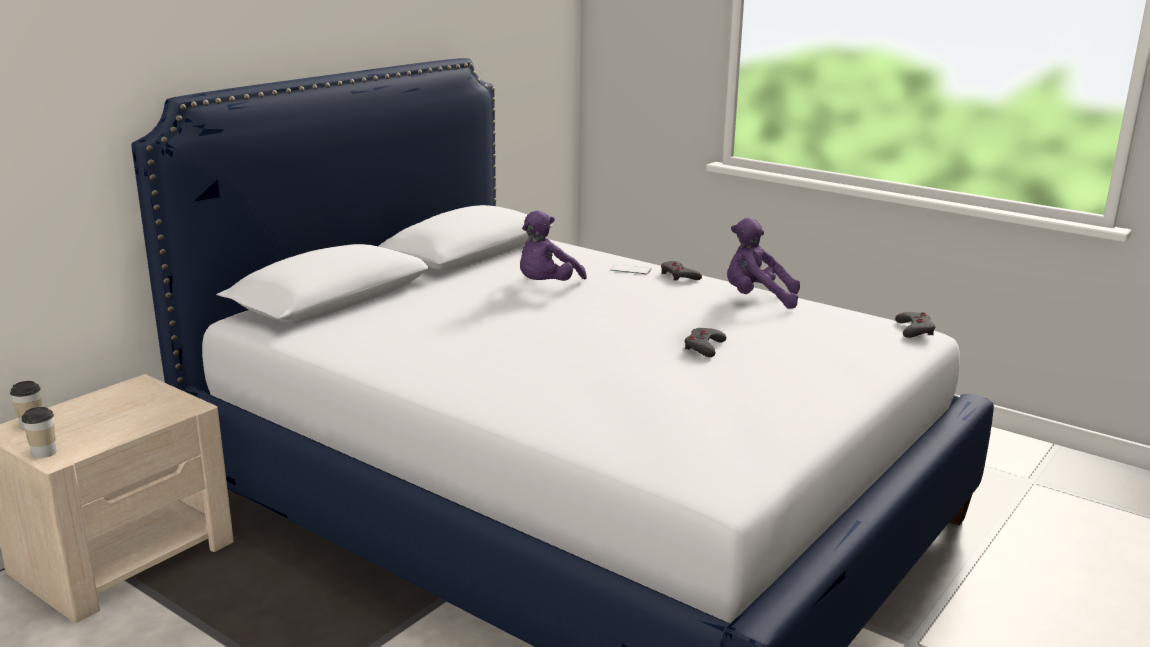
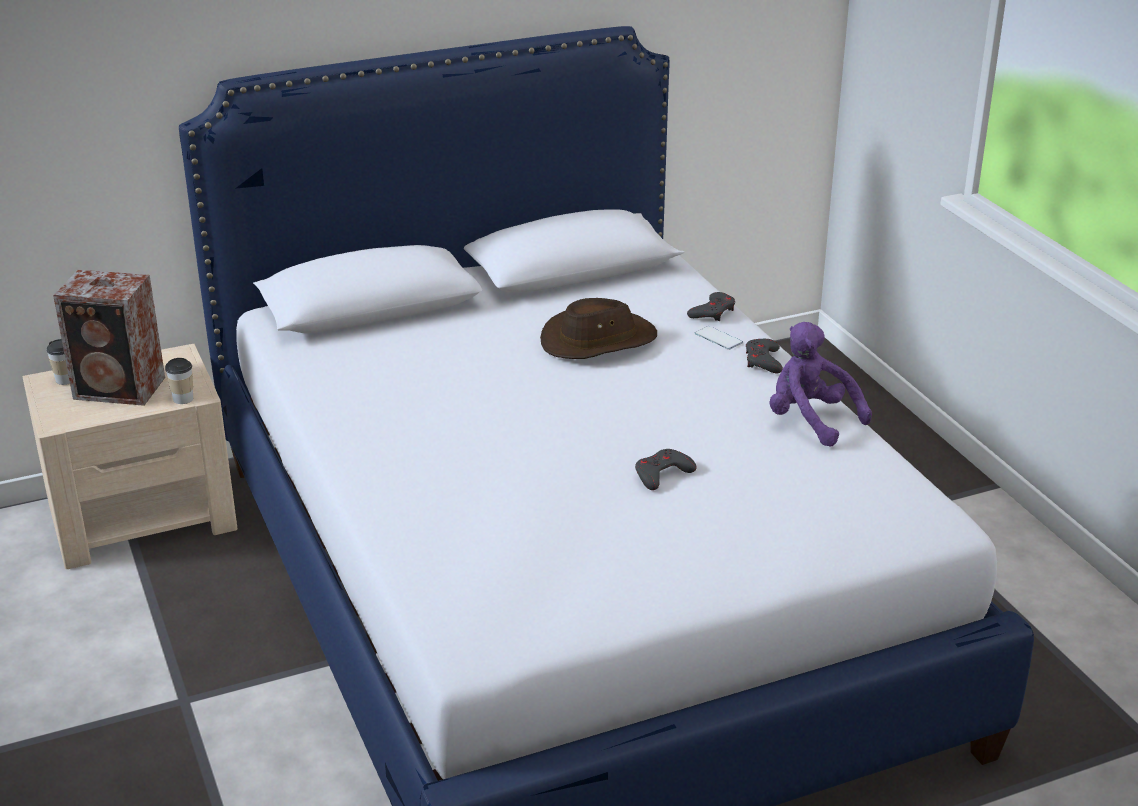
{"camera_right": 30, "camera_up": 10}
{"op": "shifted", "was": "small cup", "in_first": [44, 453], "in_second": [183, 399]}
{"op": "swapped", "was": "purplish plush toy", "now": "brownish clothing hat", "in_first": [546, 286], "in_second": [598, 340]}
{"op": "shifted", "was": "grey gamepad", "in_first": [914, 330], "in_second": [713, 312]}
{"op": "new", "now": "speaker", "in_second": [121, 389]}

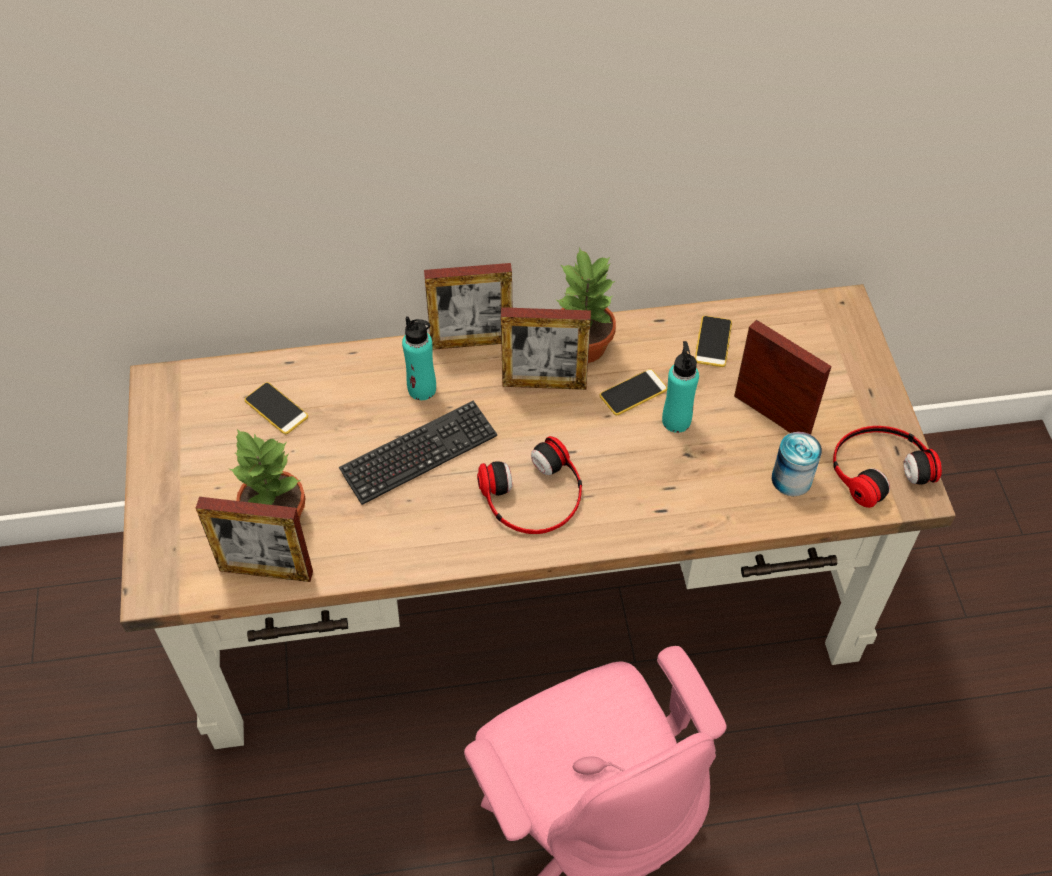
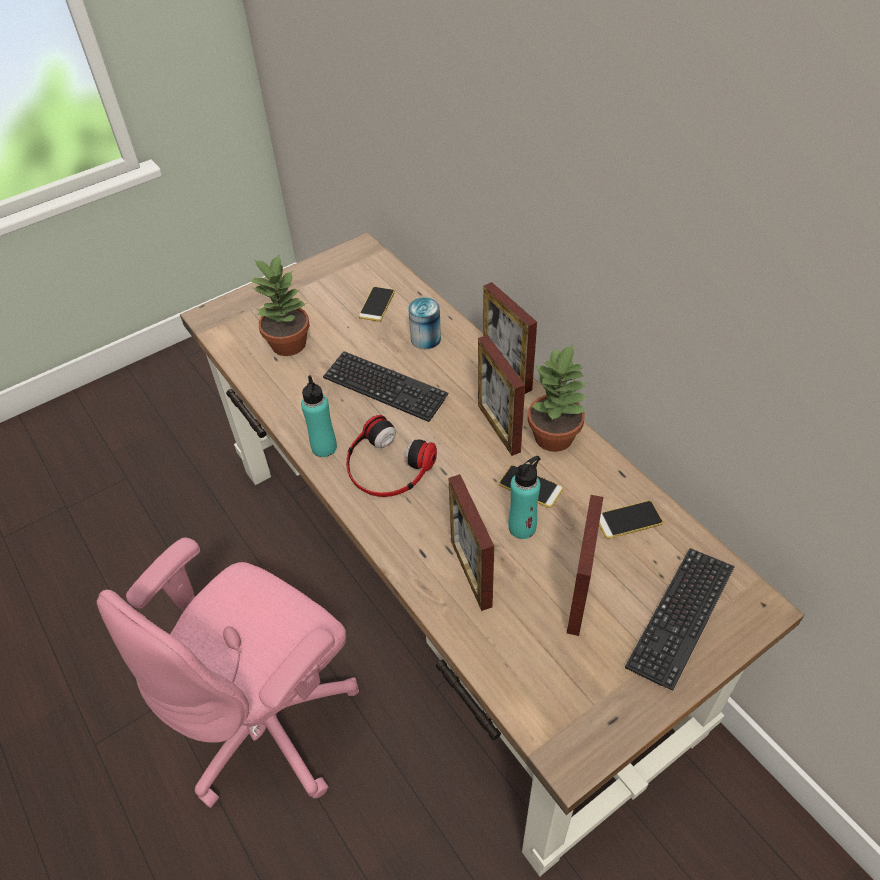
{"camera_right": 65, "camera_up": -5}
{"op": "shifted", "was": "picture frame", "in_first": [266, 571], "in_second": [471, 573]}
{"op": "shifted", "was": "turquoise drink bottle", "in_first": [422, 389], "in_second": [324, 447]}
{"op": "shifted", "was": "can", "in_first": [791, 479], "in_second": [425, 338]}
{"op": "gone", "was": "headset", "in_first": [878, 467]}
{"op": "new", "now": "computer keyboard", "in_second": [680, 617]}

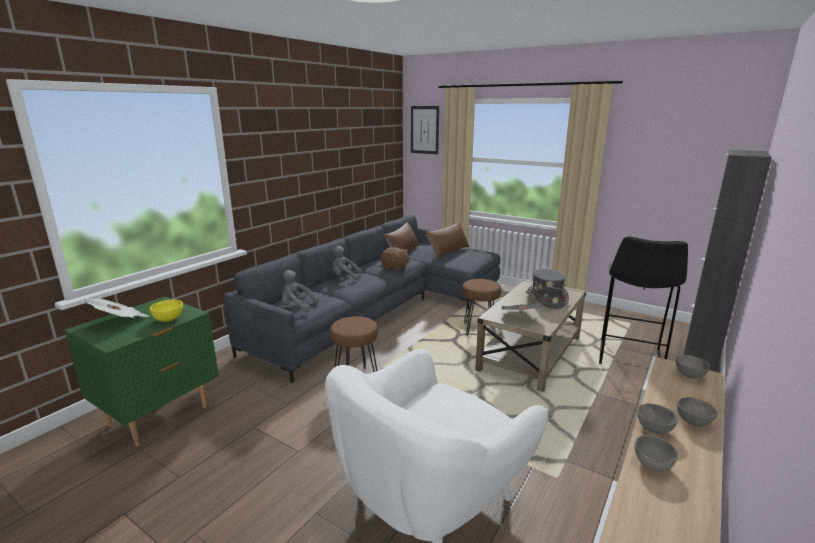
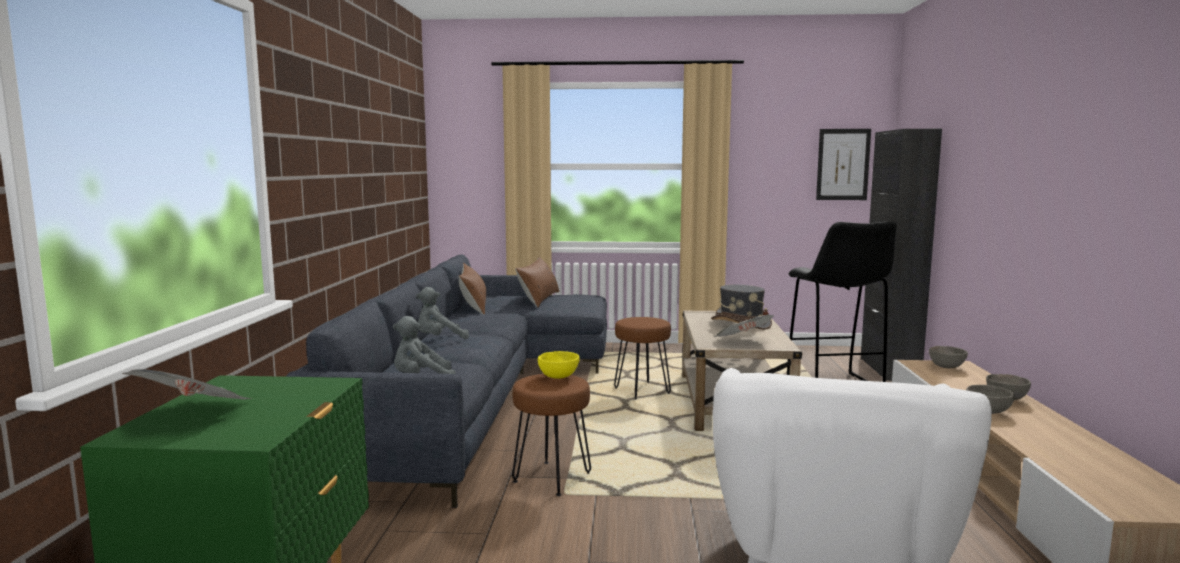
{"camera_right": -30, "camera_up": -10}
{"op": "shifted", "was": "yellow deep dish", "in_first": [169, 319], "in_second": [558, 377]}
{"op": "gone", "was": "brownish plush toy", "in_first": [395, 267]}
{"op": "shifted", "was": "picture", "in_first": [424, 130], "in_second": [843, 164]}
{"op": "gone", "was": "grey deep dish", "in_first": [651, 464]}

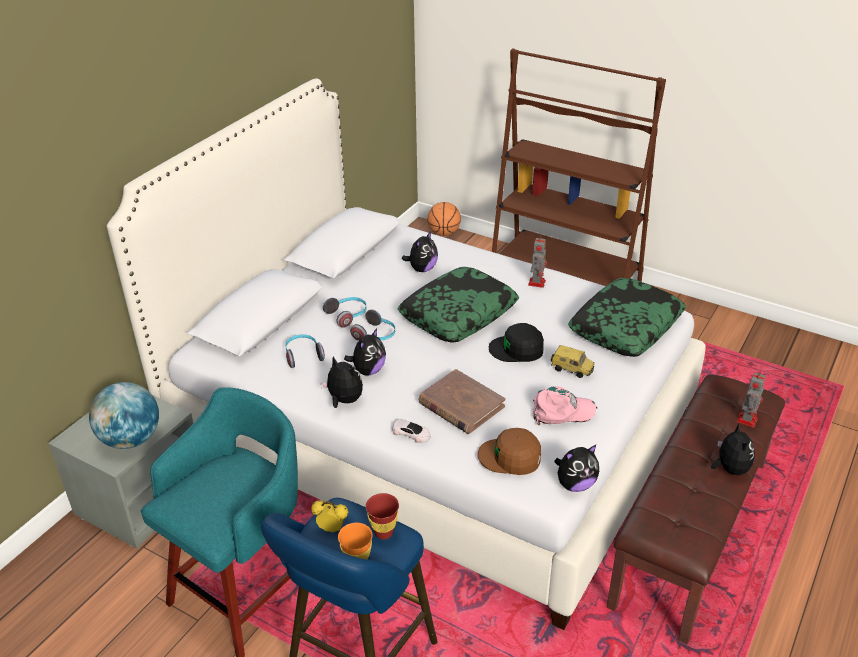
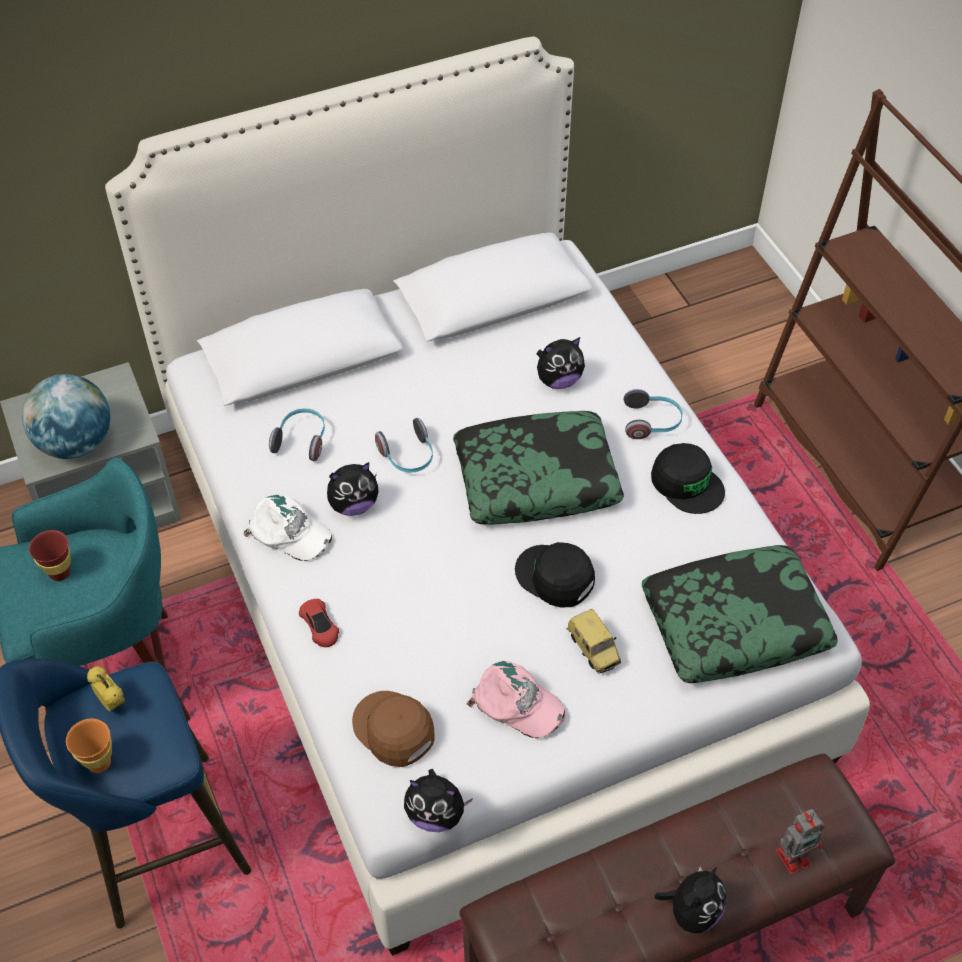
{"camera_right": 35, "camera_up": 15}
{"op": "swapped", "was": "plush toy", "now": "white-coloured baseball cap", "in_first": [344, 400], "in_second": [289, 533]}
{"op": "shifted", "was": "headset", "in_first": [347, 316], "in_second": [652, 422]}
{"op": "shifted", "was": "red small cup", "in_first": [383, 533], "in_second": [59, 572]}
{"op": "repainted", "was": "white-coloured toy car", "now": "red toy car", "in_first": [411, 433], "in_second": [319, 625]}
{"op": "gone", "was": "brownish volume", "in_first": [461, 405]}
{"op": "gone", "was": "basketball ball", "in_first": [444, 233]}
{"op": "swapped", "was": "model robot", "now": "black-coloured baseball cap", "in_first": [537, 282], "in_second": [687, 483]}

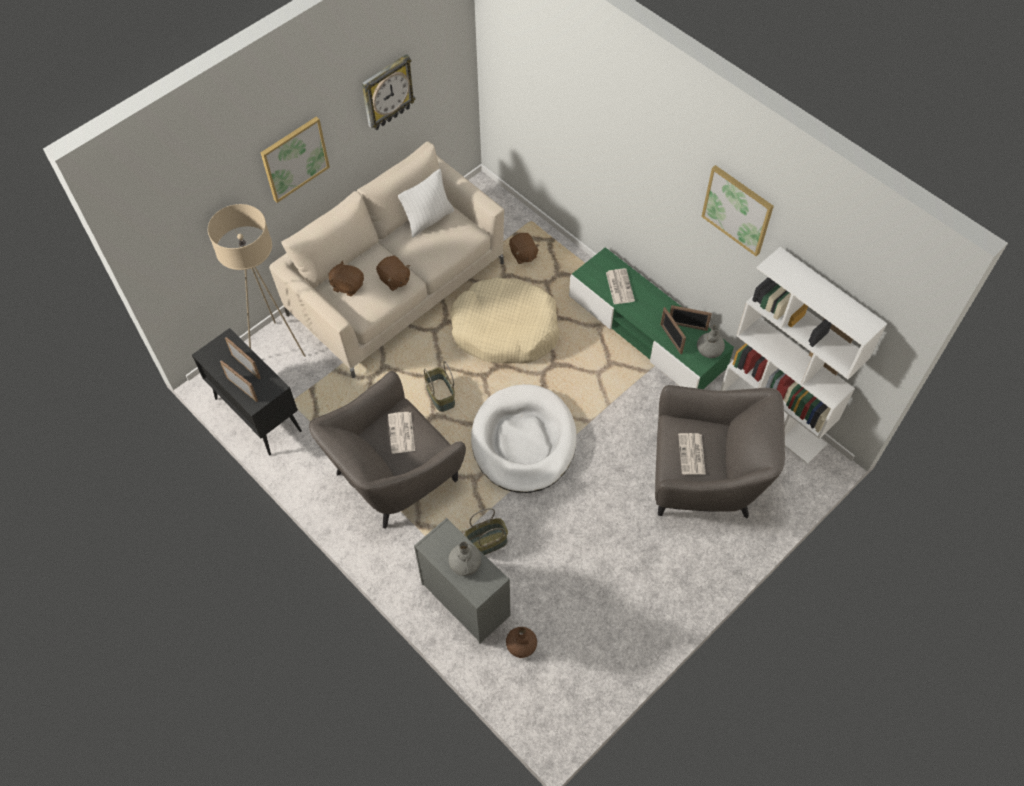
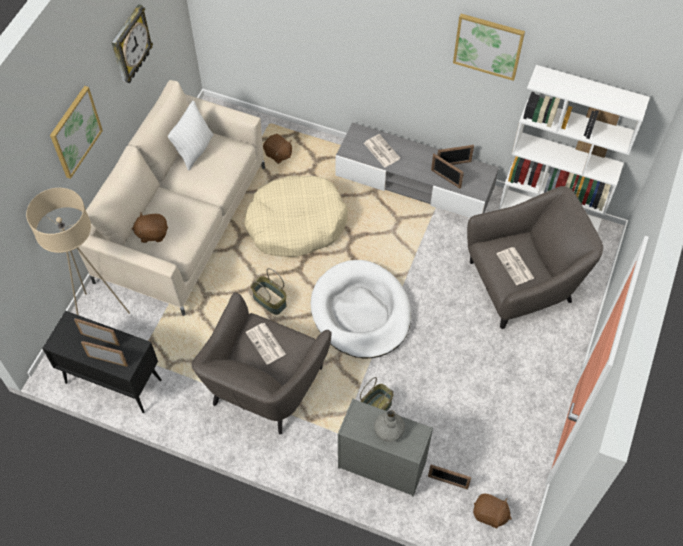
{"camera_right": -25, "camera_up": 0}
{"op": "shifted", "was": "brownish plush toy", "in_first": [394, 280], "in_second": [490, 514]}
{"op": "swapped", "was": "brownish decorative vase", "now": "picture frame", "in_first": [521, 644], "in_second": [447, 482]}
{"op": "repainted", "was": "greenish media console", "now": "grey media console", "in_first": [646, 332], "in_second": [414, 182]}
{"op": "gone", "was": "grey decorative vase", "in_first": [709, 349]}

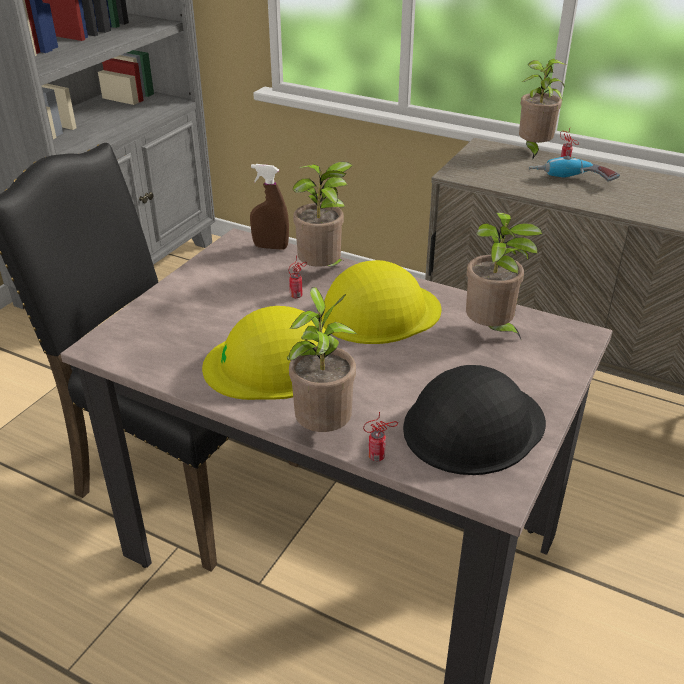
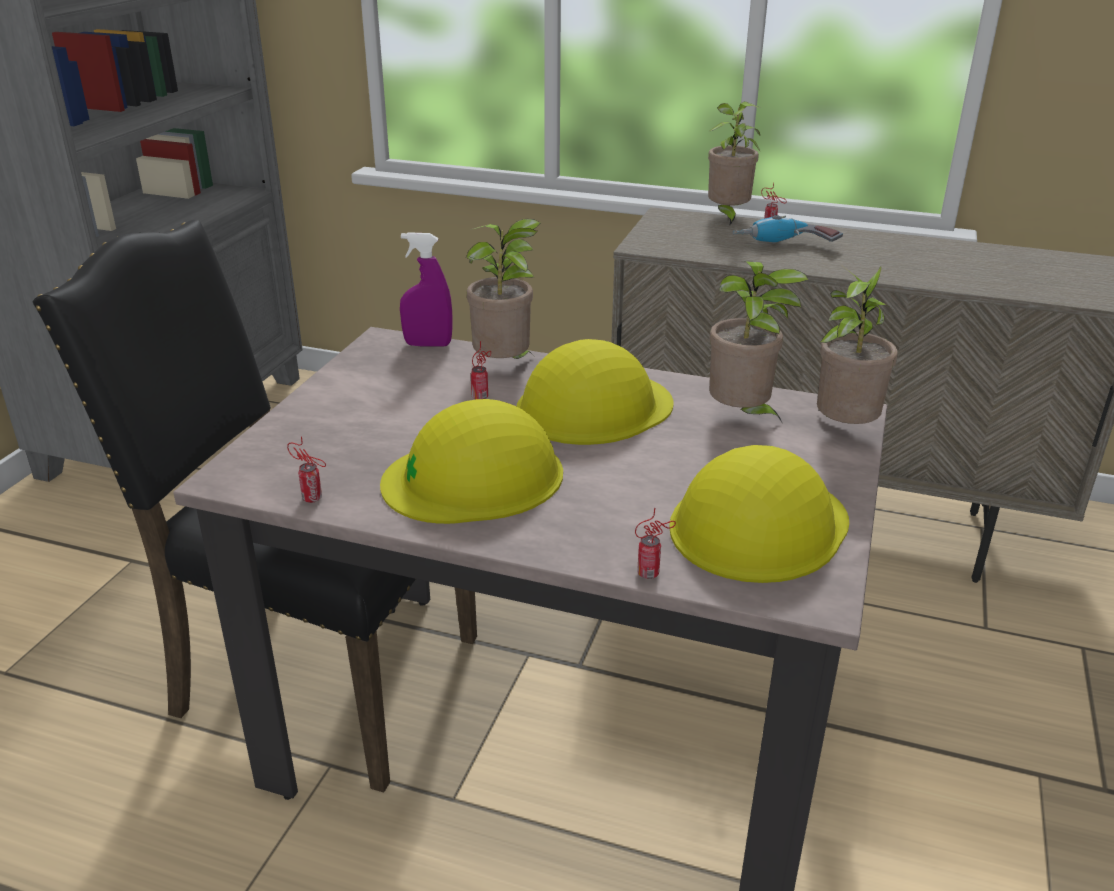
{"camera_right": -10, "camera_up": -5}
{"op": "repainted", "was": "brownish hand sprayer", "now": "purplish hand sprayer", "in_first": [270, 247], "in_second": [428, 344]}
{"op": "shifted", "was": "houseplant", "in_first": [323, 429], "in_second": [842, 430]}
{"op": "repainted", "was": "black-coloured safety helmet", "now": "yellow safety helmet", "in_first": [473, 425], "in_second": [758, 525]}
{"op": "new", "now": "can", "in_second": [314, 499]}

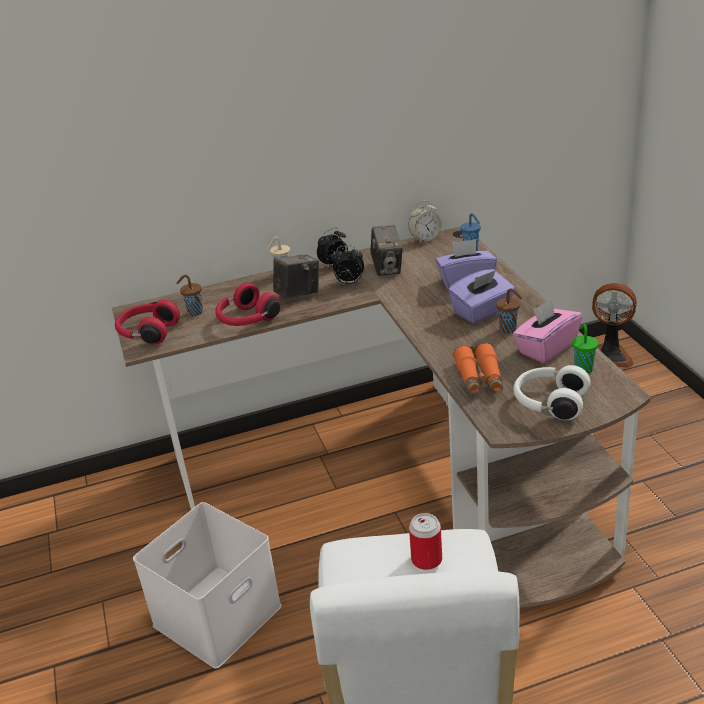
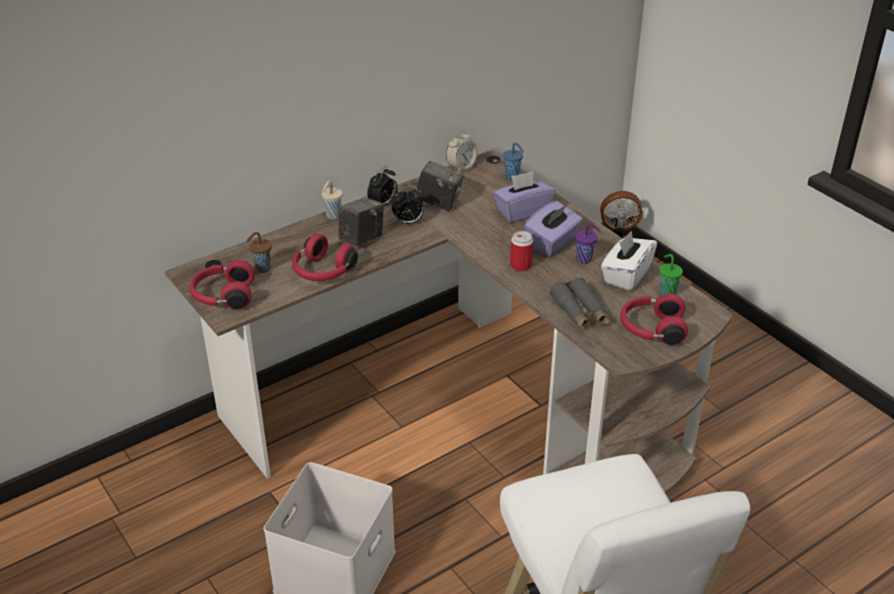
{"camera_right": -20, "camera_up": 5}
{"op": "rotated", "was": "photo camera", "in_first": [387, 268], "in_second": [439, 203], "clockwise": -45}
{"op": "shifted", "was": "can", "in_first": [426, 559], "in_second": [520, 266]}
{"op": "repainted", "was": "orange-coloured binoculars", "now": "grey binoculars", "in_first": [479, 378], "in_second": [580, 312]}
{"op": "repainted", "was": "brownish small cup", "now": "purplish small cup", "in_first": [509, 329], "in_second": [585, 260]}
{"op": "repainted", "was": "pink tissue holder", "now": "white-coloured tissue holder", "in_first": [546, 348], "in_second": [626, 275]}
{"op": "repainted", "was": "white-coloured headset", "now": "red headset", "in_first": [549, 403], "in_second": [651, 329]}

